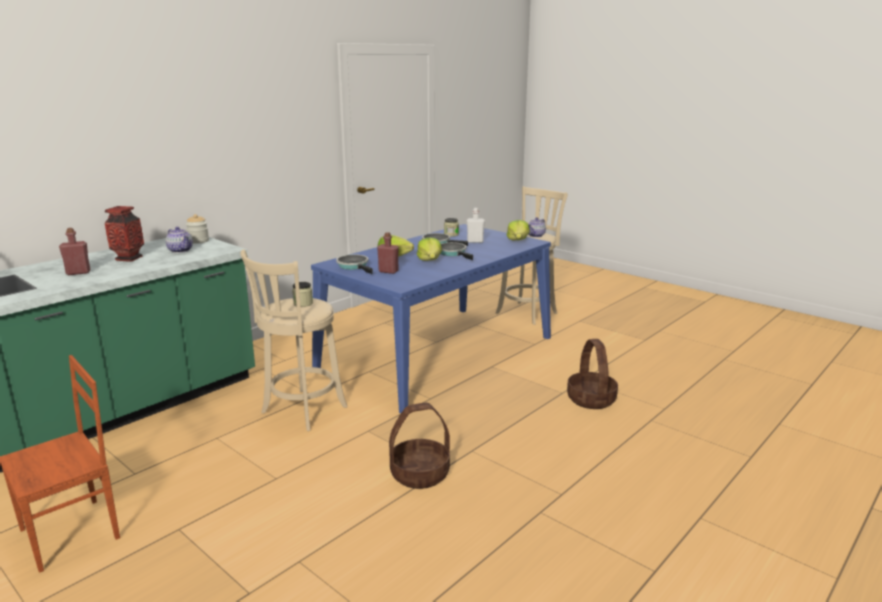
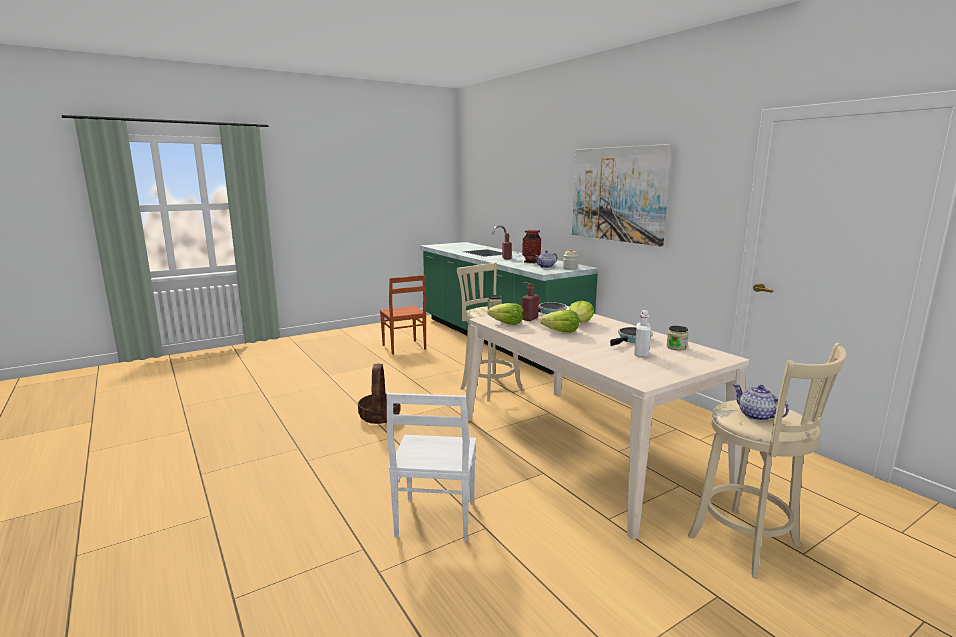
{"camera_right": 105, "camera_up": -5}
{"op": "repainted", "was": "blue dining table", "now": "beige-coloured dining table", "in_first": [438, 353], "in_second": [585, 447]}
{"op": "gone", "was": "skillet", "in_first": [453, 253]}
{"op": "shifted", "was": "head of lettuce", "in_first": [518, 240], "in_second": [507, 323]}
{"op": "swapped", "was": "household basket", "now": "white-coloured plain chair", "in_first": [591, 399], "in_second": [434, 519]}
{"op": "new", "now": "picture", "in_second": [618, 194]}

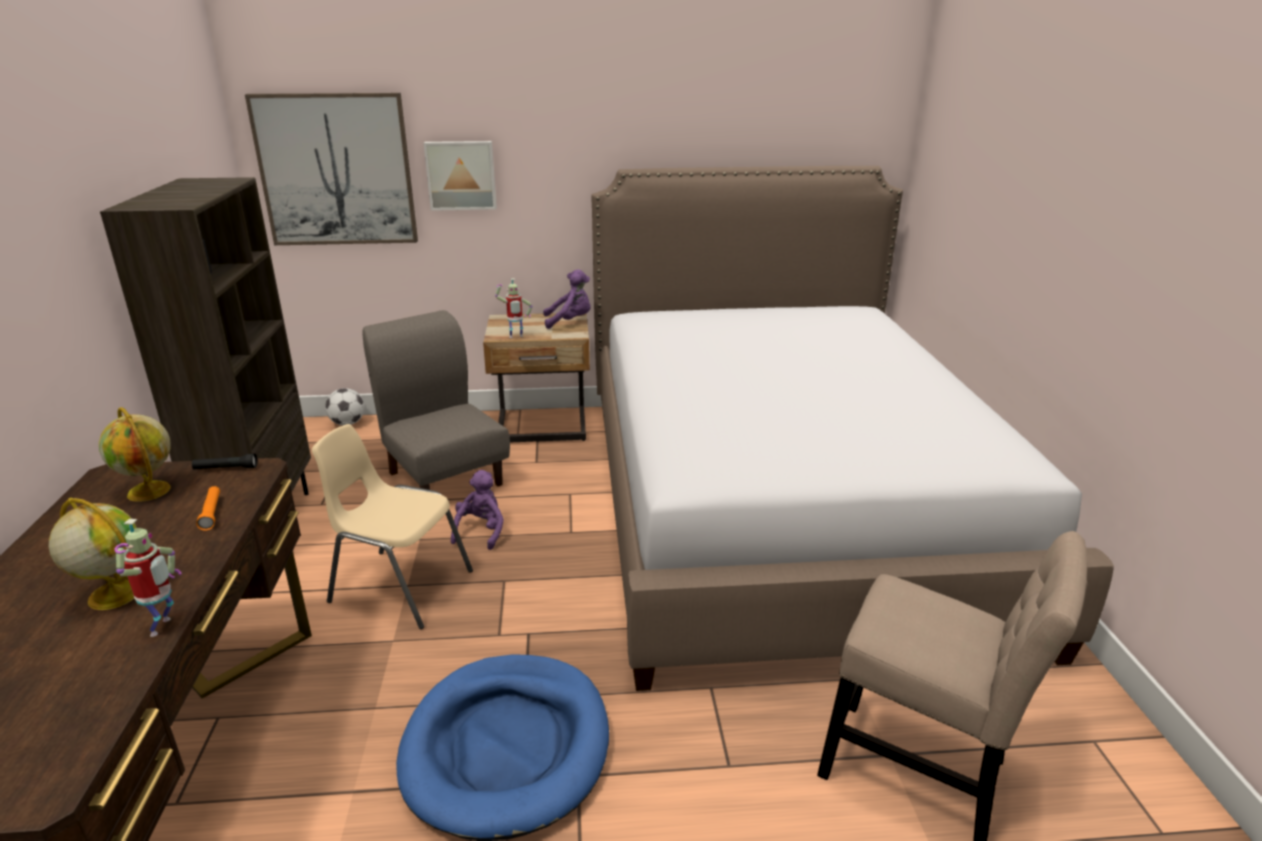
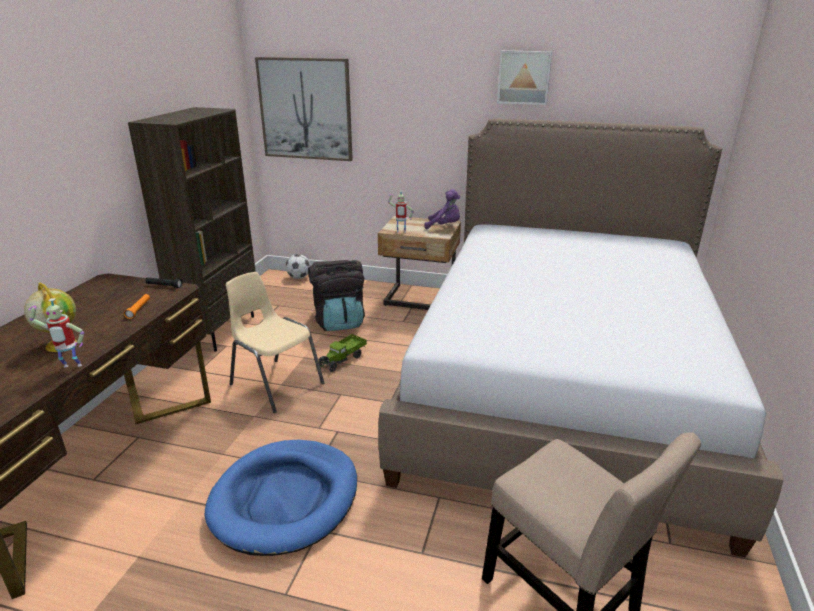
{"camera_right": 20, "camera_up": 0}
{"op": "gone", "was": "globe", "in_first": [150, 491]}
{"op": "rotated", "was": "model robot", "in_first": [164, 627], "in_second": [71, 367], "clockwise": 60}
{"op": "swapped", "was": "grey plain chair", "now": "black-coloured knapsack", "in_first": [445, 478], "in_second": [339, 321]}
{"op": "shifted", "was": "picture", "in_first": [461, 175], "in_second": [524, 77]}
{"op": "swapped", "was": "purplish plush toy", "now": "toy truck", "in_first": [481, 531], "in_second": [343, 360]}

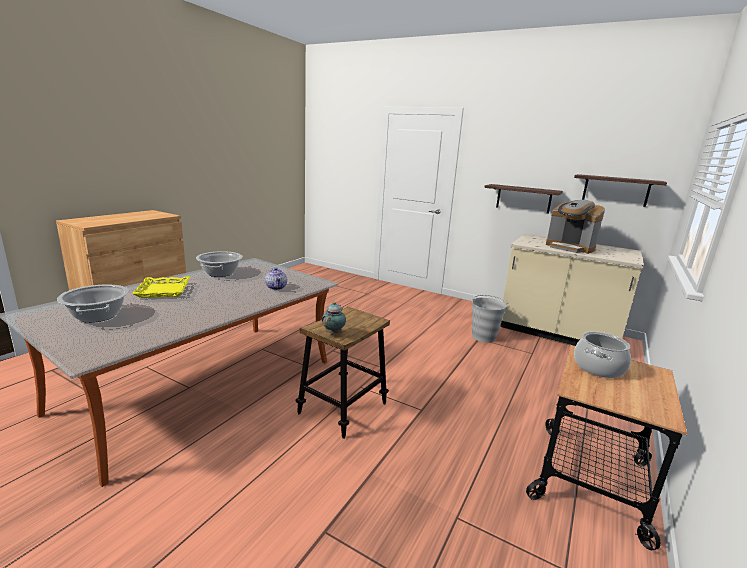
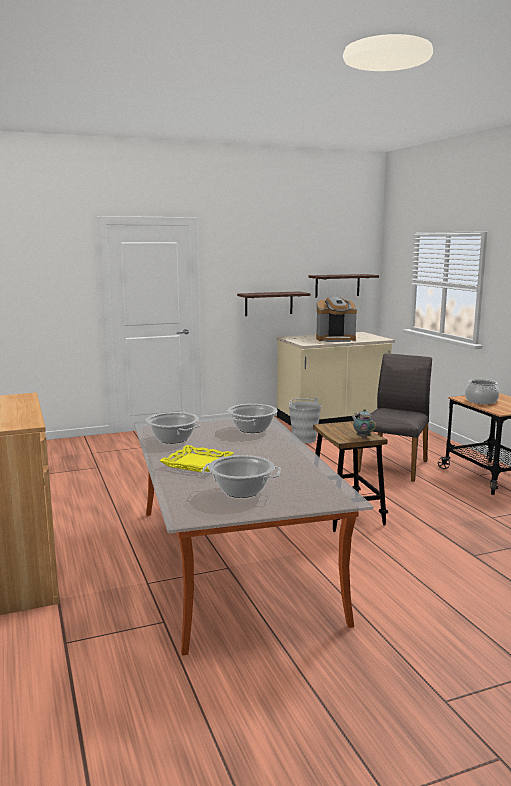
{"camera_right": -50, "camera_up": -5}
{"op": "swapped", "was": "pot for tea", "now": "stockpot", "in_first": [276, 287], "in_second": [252, 429]}
{"op": "new", "now": "grey plain chair", "in_second": [394, 466]}

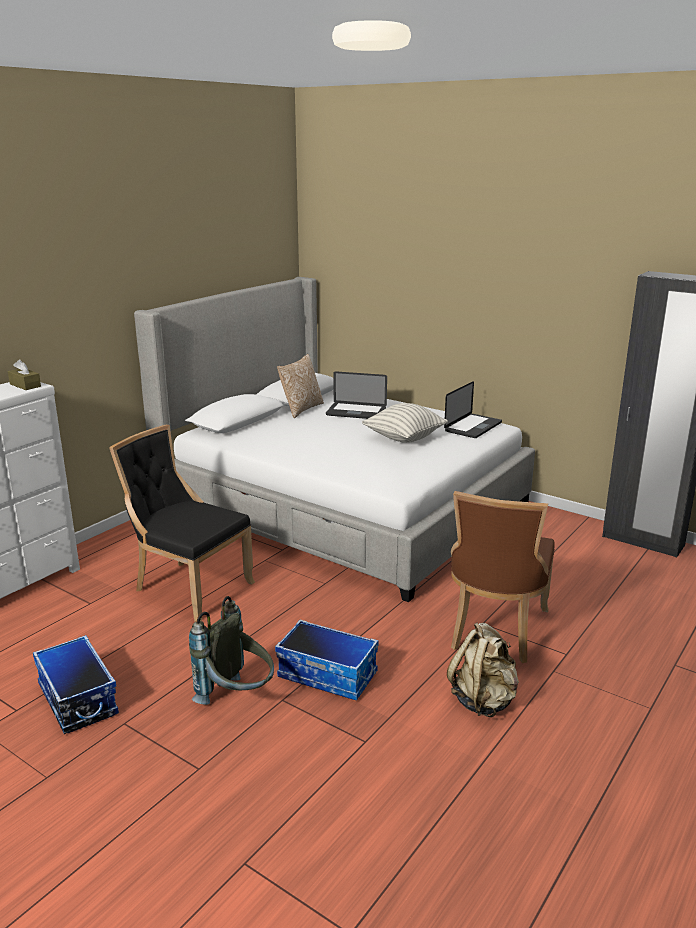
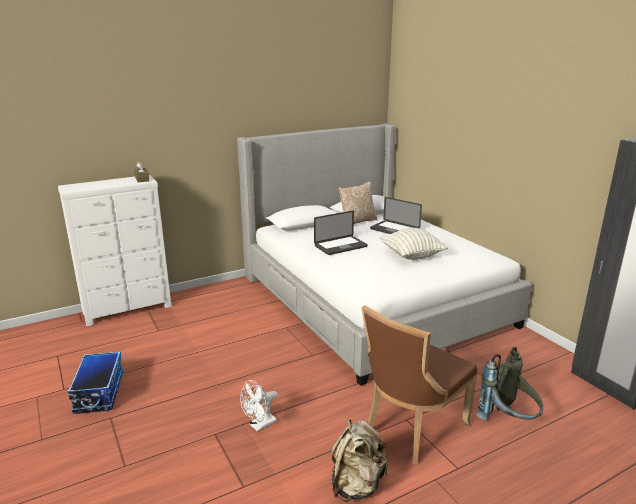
{"camera_right": 25, "camera_up": 0}
{"op": "gone", "was": "black-coloured plain chair", "in_first": [189, 587]}
{"op": "shifted", "was": "grey knapsack", "in_first": [238, 697], "in_second": [509, 422]}
{"op": "swapped", "was": "storage box", "now": "white-coloured cooling fan", "in_first": [328, 675], "in_second": [259, 425]}
{"op": "shifted", "was": "notebook computer", "in_first": [473, 427], "in_second": [340, 246]}

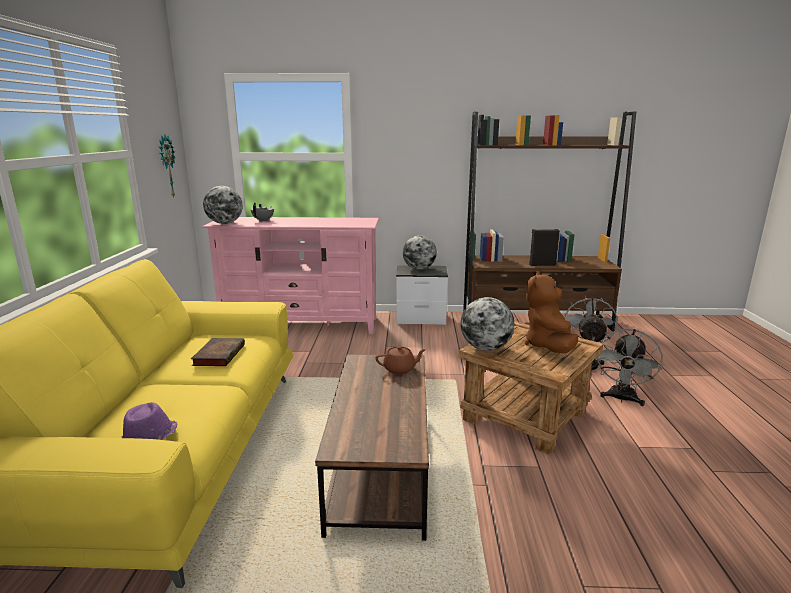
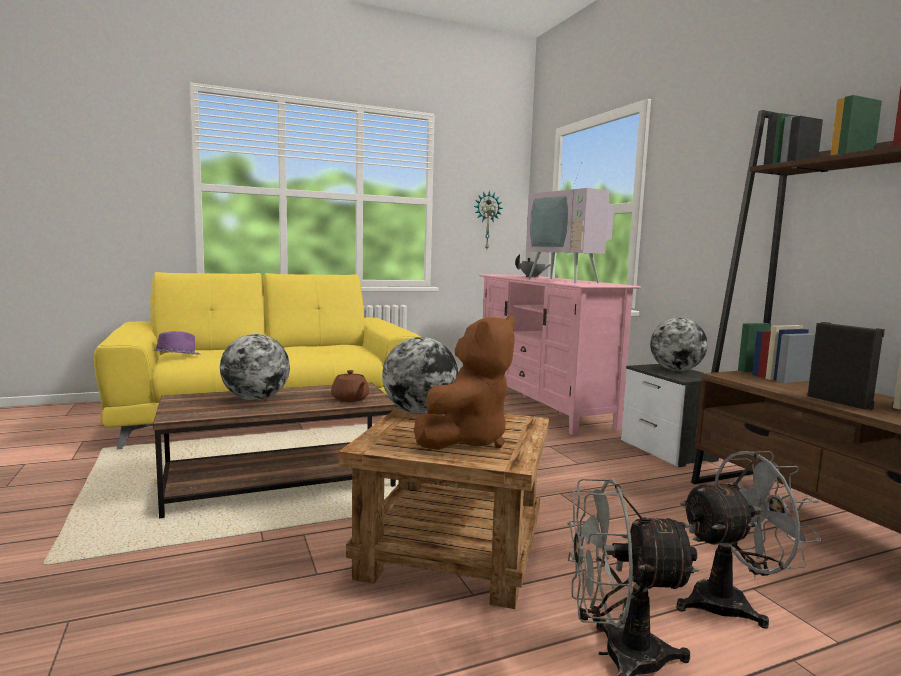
{"camera_right": 65, "camera_up": -10}
{"op": "gone", "was": "volume", "in_first": [219, 354]}
{"op": "shifted", "was": "globe", "in_first": [225, 223], "in_second": [256, 399]}
{"op": "rotated", "was": "brownish plush toy", "in_first": [548, 346], "in_second": [466, 440], "clockwise": 135}
{"op": "new", "now": "TV", "in_second": [567, 281]}

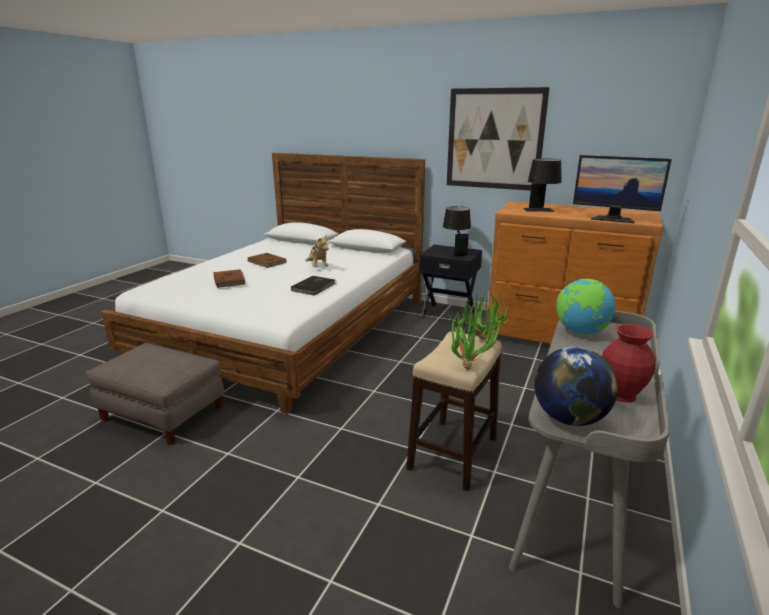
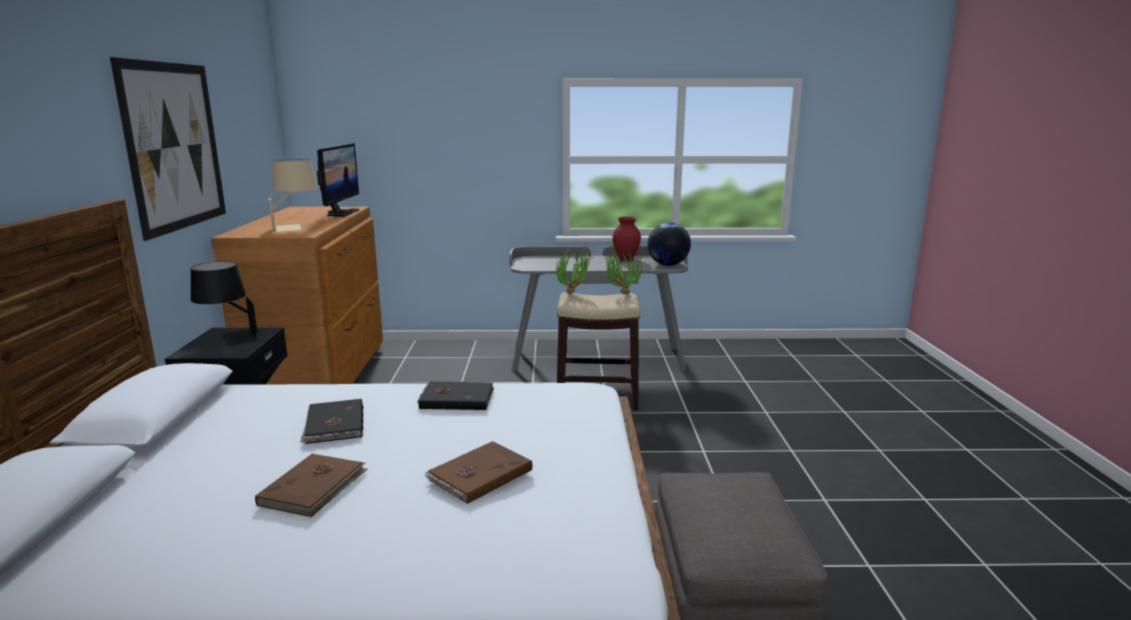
{"camera_right": -115, "camera_up": -5}
{"op": "swapped", "was": "plush toy", "now": "black-coloured volume", "in_first": [317, 267], "in_second": [333, 425]}
{"op": "repainted", "was": "black-coloured lamp for a table", "now": "beige-coloured lamp for a table", "in_first": [540, 211], "in_second": [296, 227]}
{"op": "gone", "was": "globe", "in_first": [580, 332]}

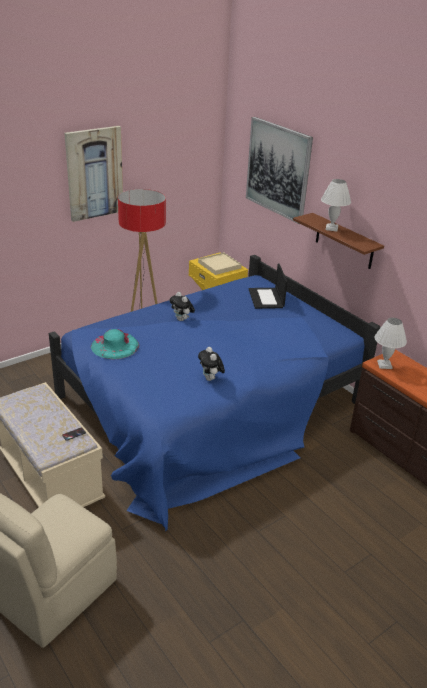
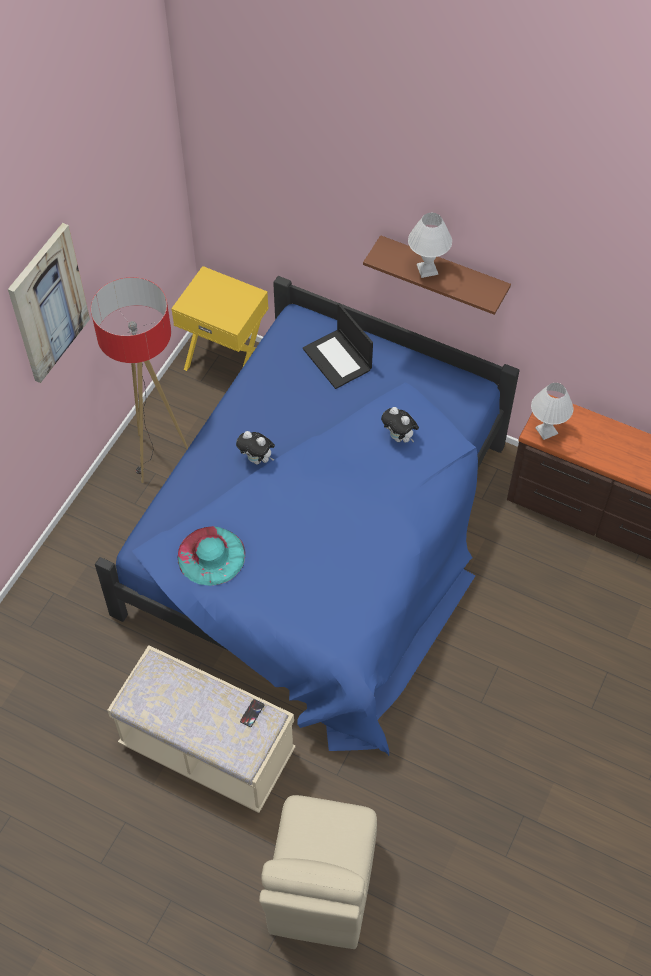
{"camera_right": -25, "camera_up": 25}
{"op": "gone", "was": "beige-coloured tray", "in_first": [219, 265]}
{"op": "shifted", "was": "plush toy", "in_first": [210, 379], "in_second": [399, 437]}
{"op": "gone", "was": "picture", "in_first": [278, 169]}

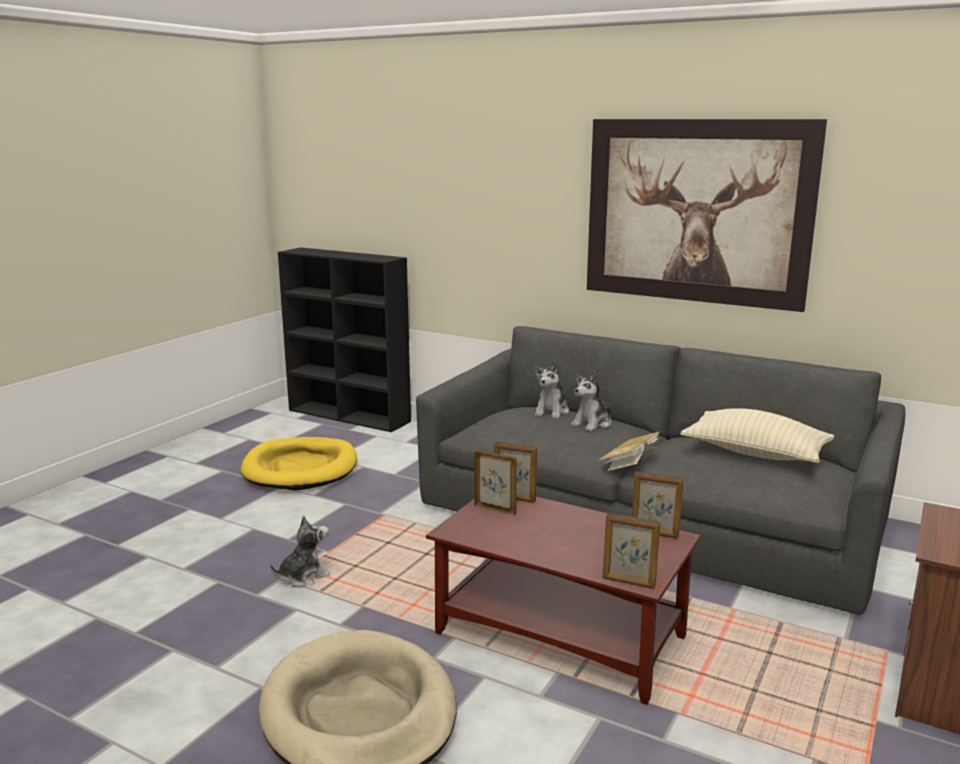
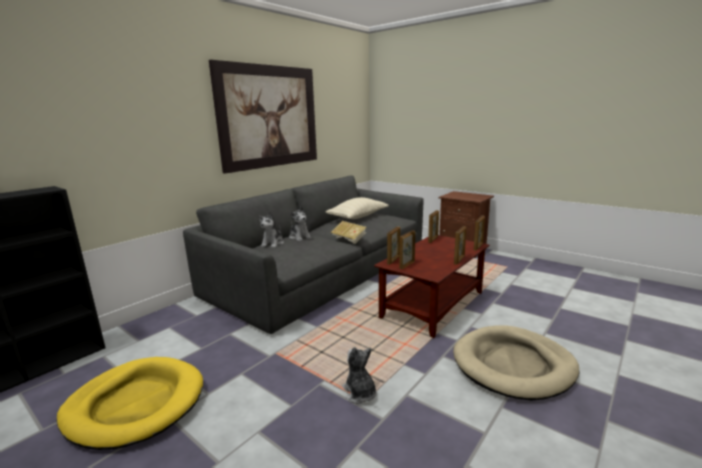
{"camera_right": -80, "camera_up": 0}
{"op": "rotated", "was": "plush toy", "in_first": [552, 412], "in_second": [273, 243], "clockwise": 75}
{"op": "new", "now": "picture frame", "in_second": [459, 260]}

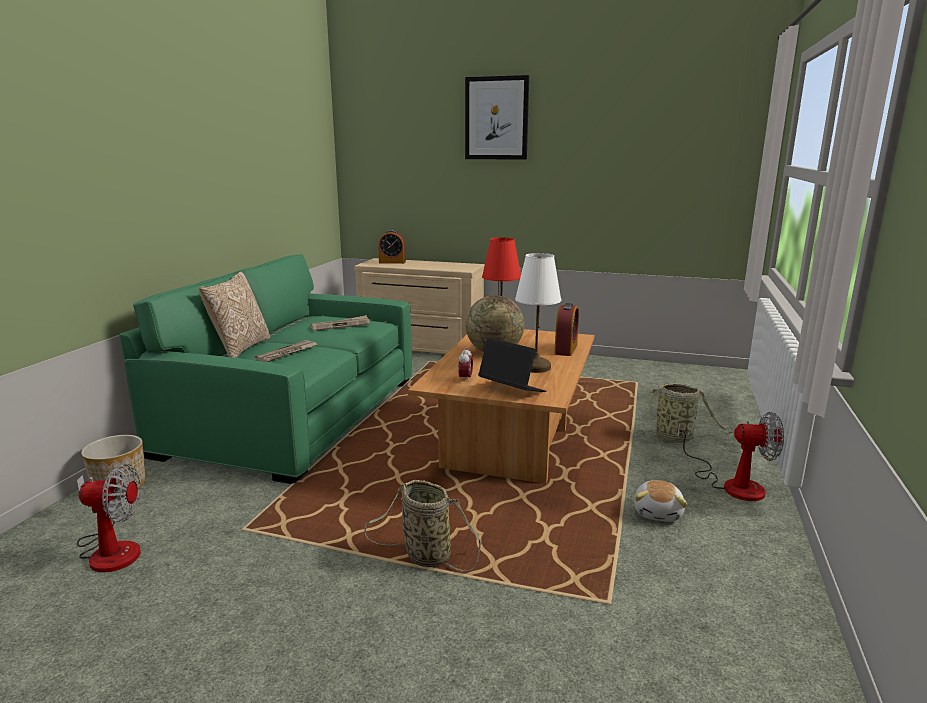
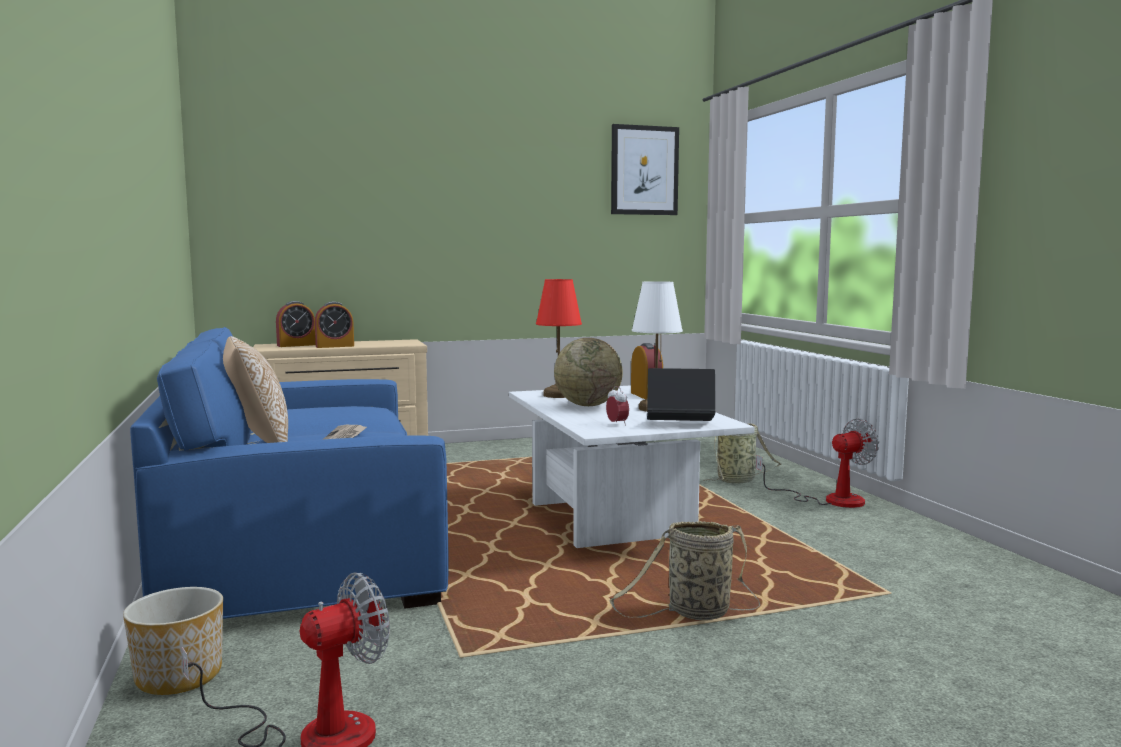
{"camera_right": -35, "camera_up": -10}
{"op": "repainted", "was": "greenish couch", "now": "blue couch", "in_first": [294, 413], "in_second": [299, 545]}
{"op": "gone", "was": "daily paper", "in_first": [341, 325]}
{"op": "repainted", "was": "brownish lounge table", "now": "white-coloured lounge table", "in_first": [510, 449], "in_second": [616, 519]}
{"op": "shifted", "was": "picture", "in_first": [496, 118], "in_second": [644, 170]}
{"op": "gone", "was": "plush toy", "in_first": [658, 512]}
{"op": "new", "now": "bedside clock", "in_second": [335, 346]}

